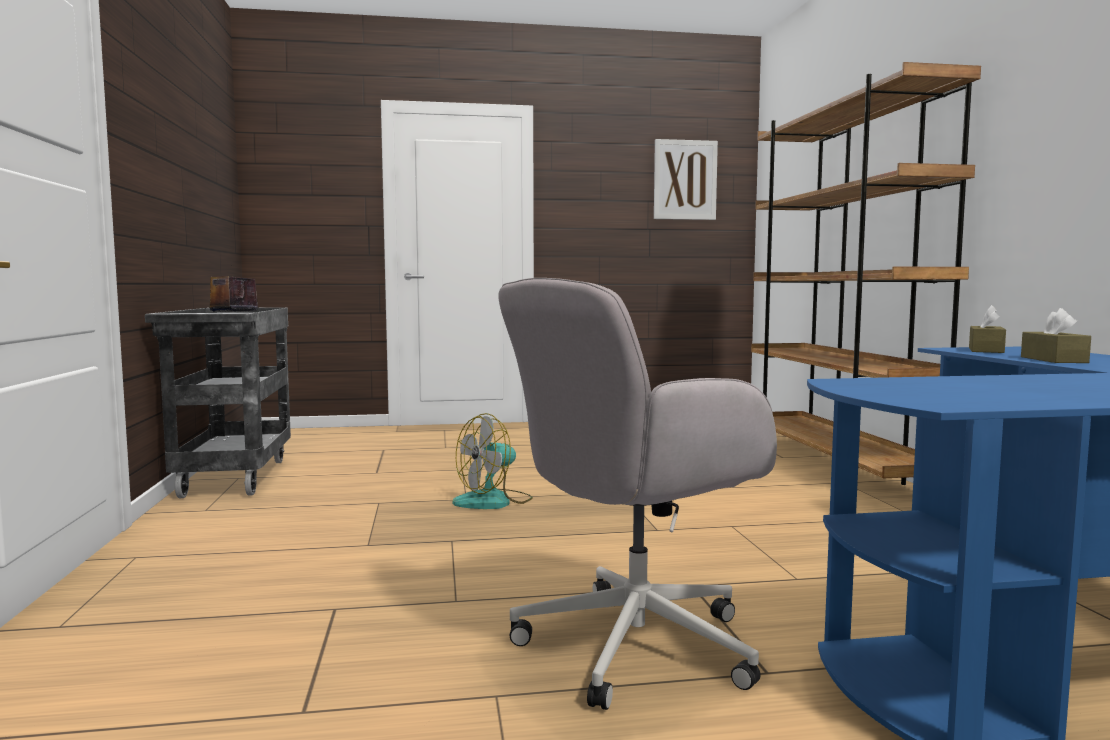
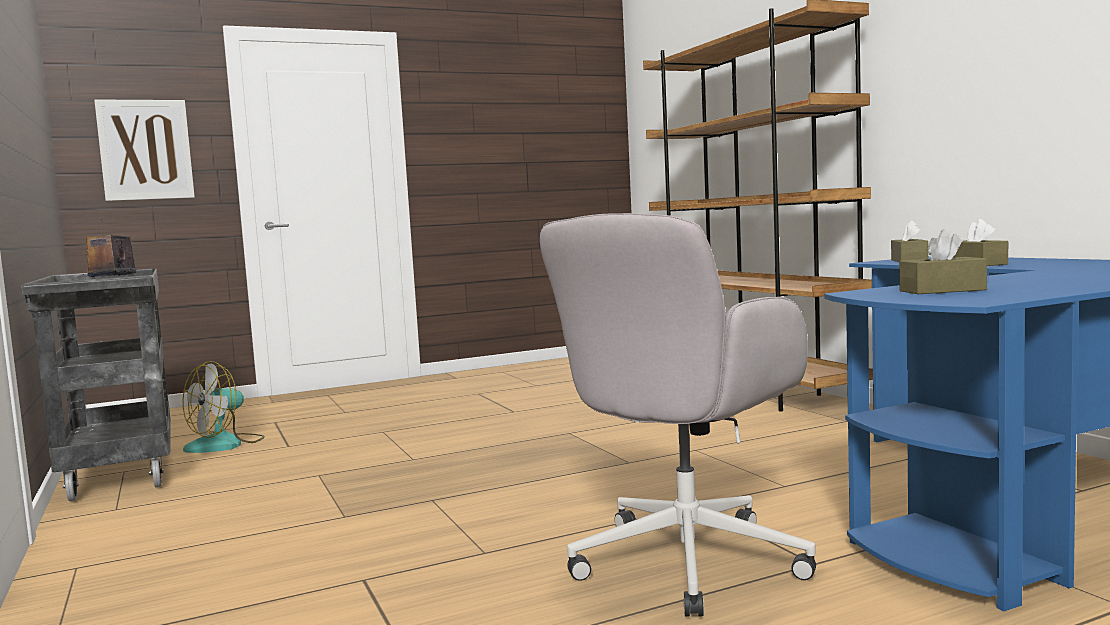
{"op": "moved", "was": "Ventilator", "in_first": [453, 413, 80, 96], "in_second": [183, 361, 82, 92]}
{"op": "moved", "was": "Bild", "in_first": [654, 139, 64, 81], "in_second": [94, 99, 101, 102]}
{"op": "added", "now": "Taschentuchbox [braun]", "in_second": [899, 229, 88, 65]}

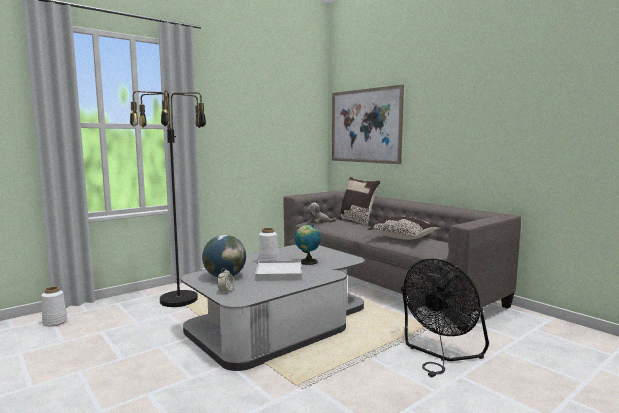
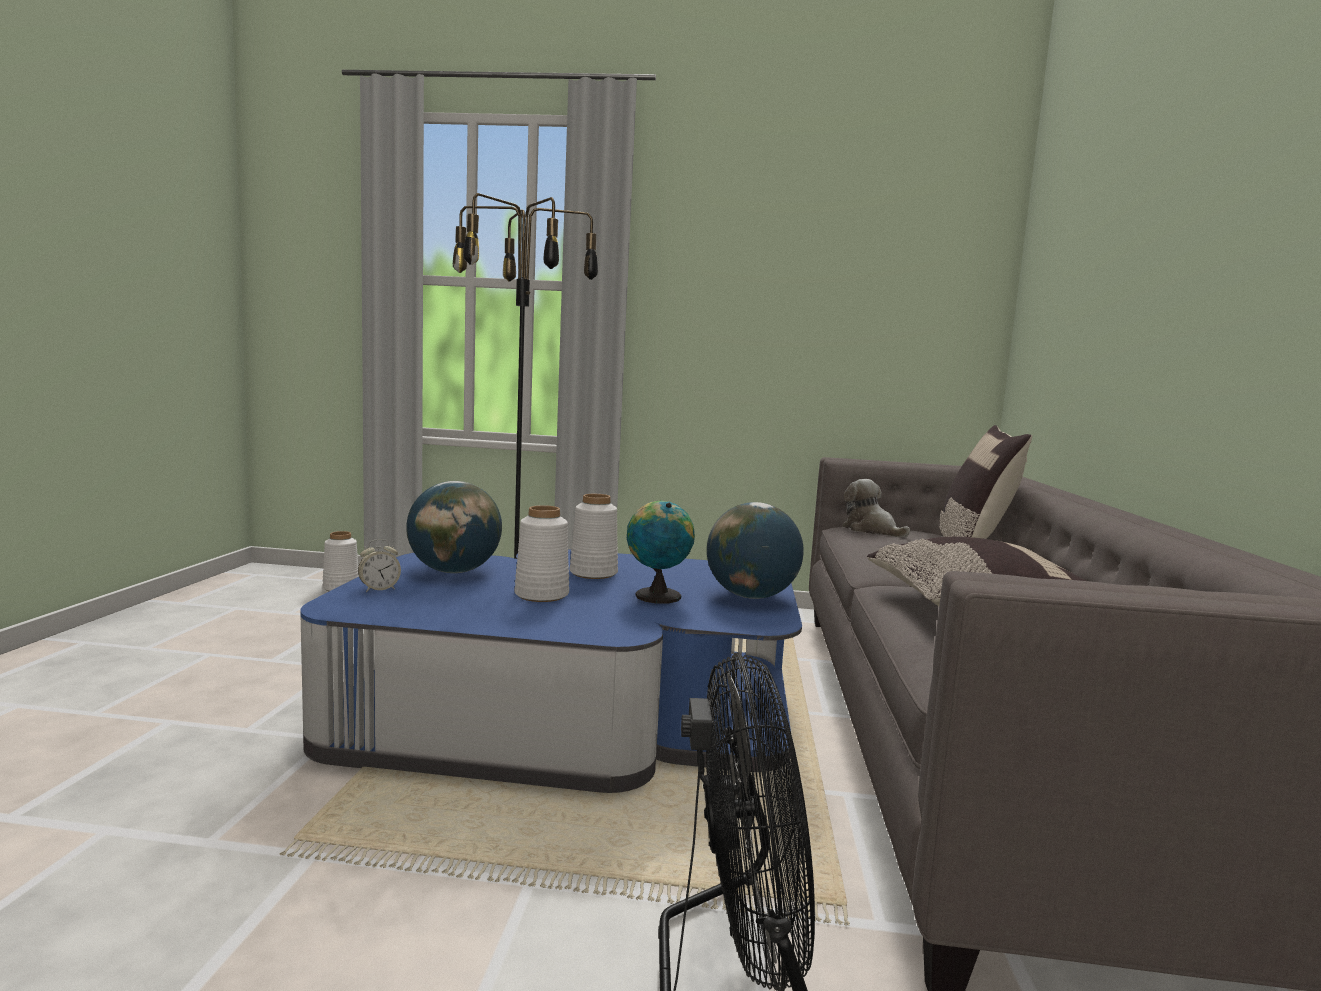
{"op": "recoloured", "was": "Couchtisch [grau]", "now": "Couchtisch [blau]", "in_first": [181, 244, 184, 127], "in_second": [300, 549, 502, 244]}
{"op": "replaced", "was": "Tablett [weiß]", "now": "Vase [weiß]", "in_first": [255, 260, 47, 21], "in_second": [514, 505, 55, 97]}
{"op": "removed", "was": "Bild", "in_first": [332, 84, 72, 80]}
{"op": "added", "now": "Globus", "in_second": [707, 502, 97, 97]}

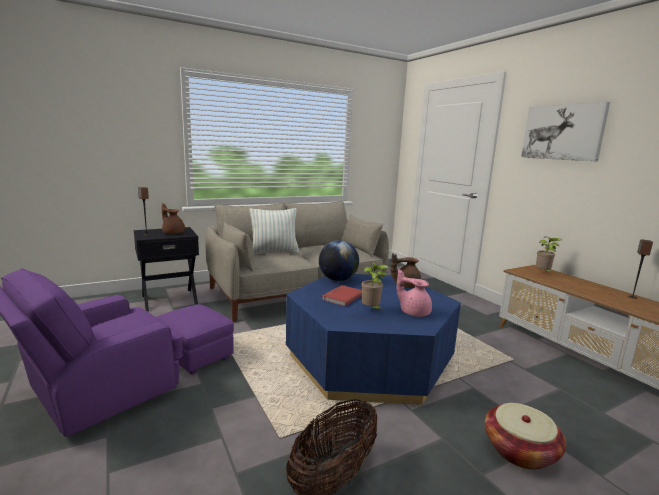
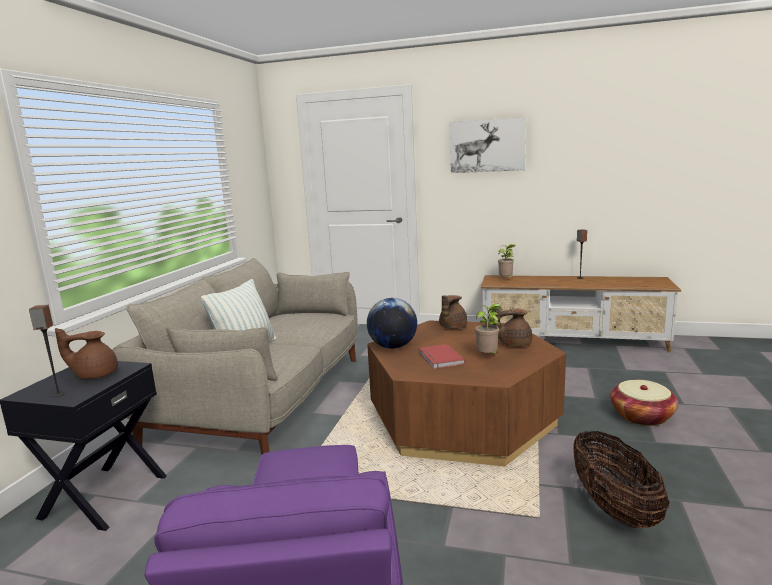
{"op": "recoloured", "was": "Couchtisch [blau]", "now": "Couchtisch [braun]", "in_first": [286, 274, 175, 131], "in_second": [367, 320, 199, 146]}
{"op": "recoloured", "was": "Teekanne [rosa]", "now": "Teekanne [braun]", "in_first": [397, 269, 35, 48], "in_second": [493, 308, 39, 39]}

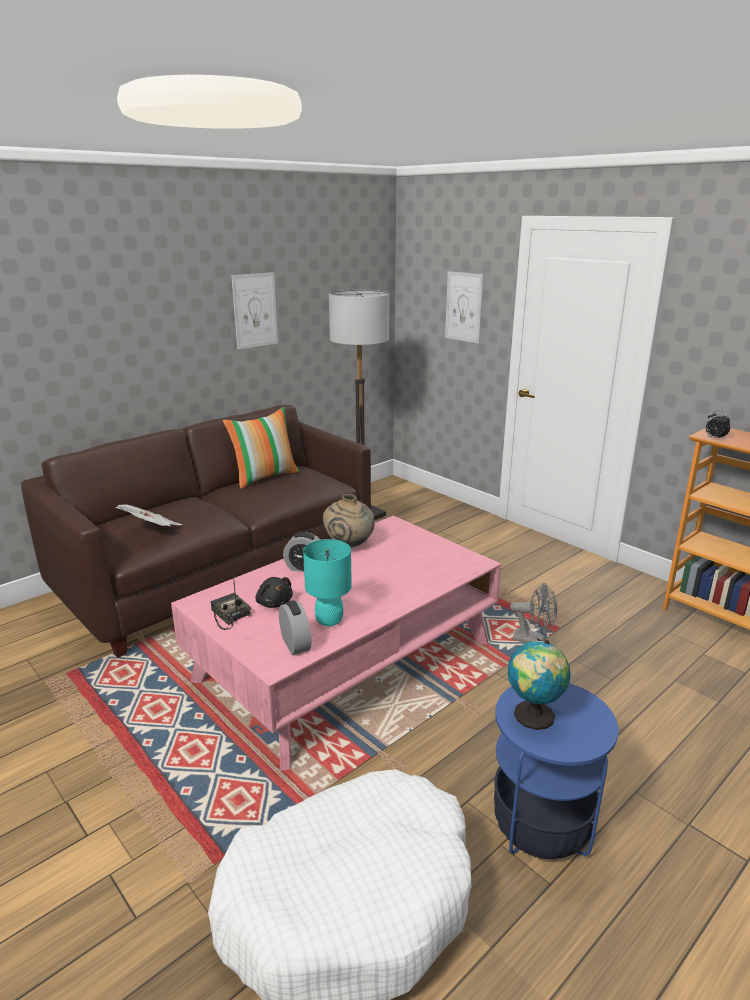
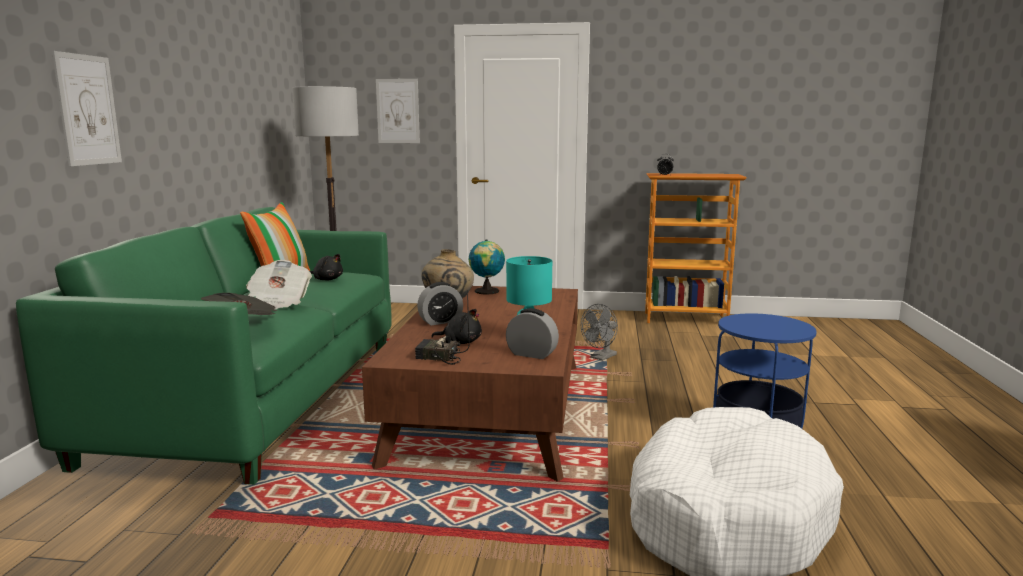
{"op": "recoloured", "was": "Sofa [braun]", "now": "Sofa [grün]", "in_first": [21, 405, 350, 253], "in_second": [16, 207, 376, 278]}
{"op": "recoloured", "was": "Couchtisch [rosa]", "now": "Couchtisch [braun]", "in_first": [171, 515, 330, 256], "in_second": [362, 286, 216, 196]}
{"op": "moved", "was": "Bild", "in_first": [231, 272, 47, 77], "in_second": [52, 51, 70, 115]}
{"op": "moved", "was": "Globus", "in_first": [508, 640, 63, 90], "in_second": [468, 239, 37, 56]}
{"op": "turned", "was": "Ventilator [grau]", "in_first": [510, 583, 47, 60], "in_second": [581, 304, 37, 57], "clockwise": 150}
{"op": "added", "now": "Zeitung", "in_second": [246, 260, 66, 50]}
{"op": "added", "now": "Plüschtier [schwarz]", "in_second": [310, 254, 33, 27]}

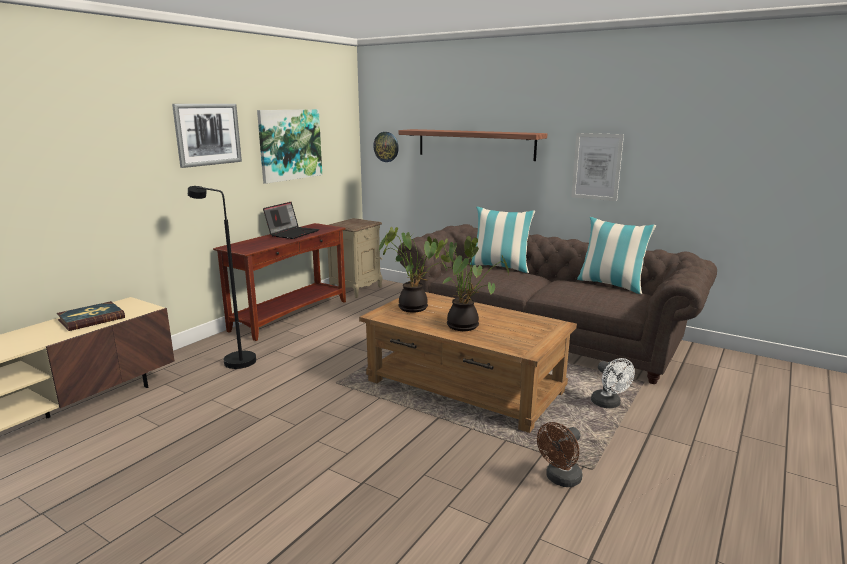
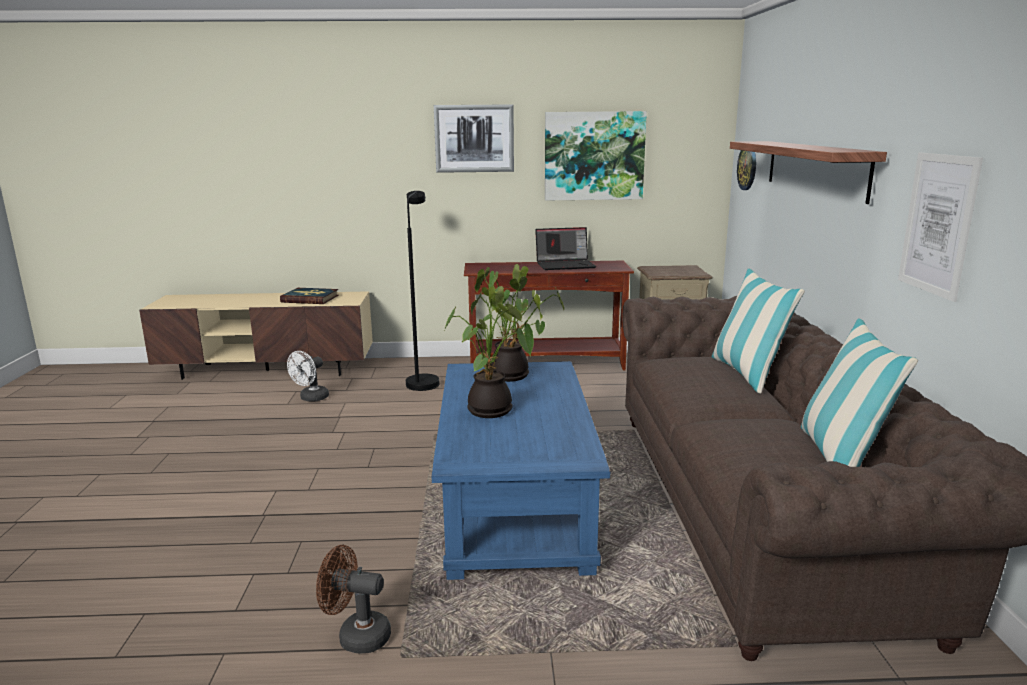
{"op": "recoloured", "was": "Couchtisch [braun]", "now": "Couchtisch [blau]", "in_first": [359, 292, 218, 141], "in_second": [431, 361, 179, 219]}
{"op": "moved", "was": "Ventilator [weiß]", "in_first": [591, 358, 44, 50], "in_second": [287, 351, 42, 51]}

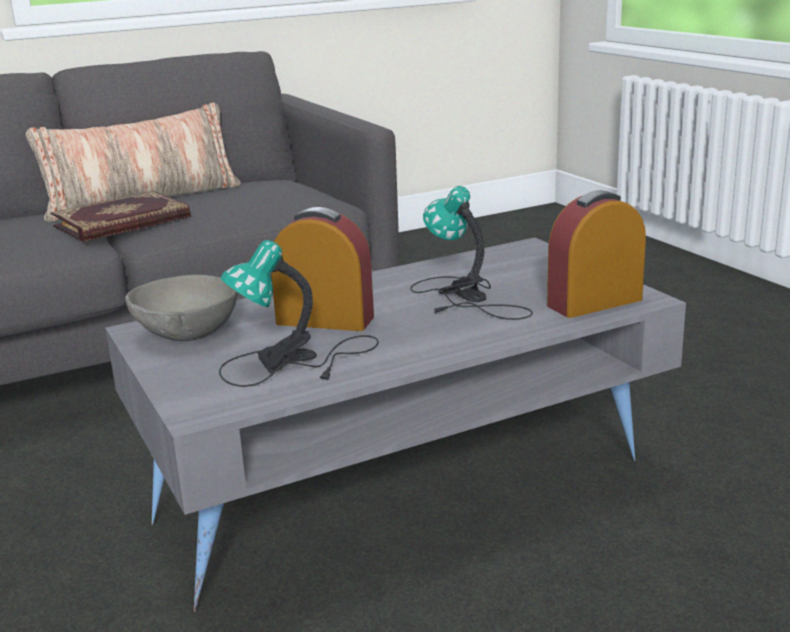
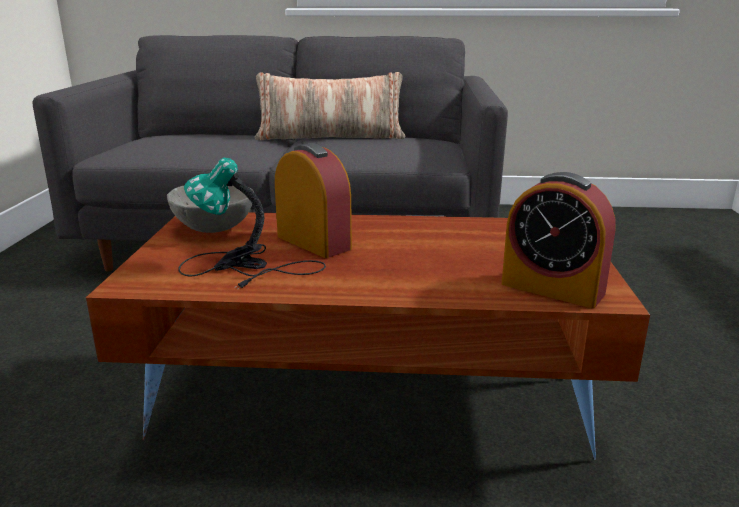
{"op": "removed", "was": "Buch", "in_first": [51, 191, 140, 51]}
{"op": "recoloured", "was": "Couchtisch [grau]", "now": "Couchtisch [braun]", "in_first": [105, 238, 581, 374], "in_second": [86, 212, 564, 248]}
{"op": "removed", "was": "Tischlampe", "in_first": [410, 186, 123, 134]}
{"op": "turned", "was": "Wecker", "in_first": [547, 190, 99, 128], "in_second": [502, 172, 114, 136], "clockwise": -150}

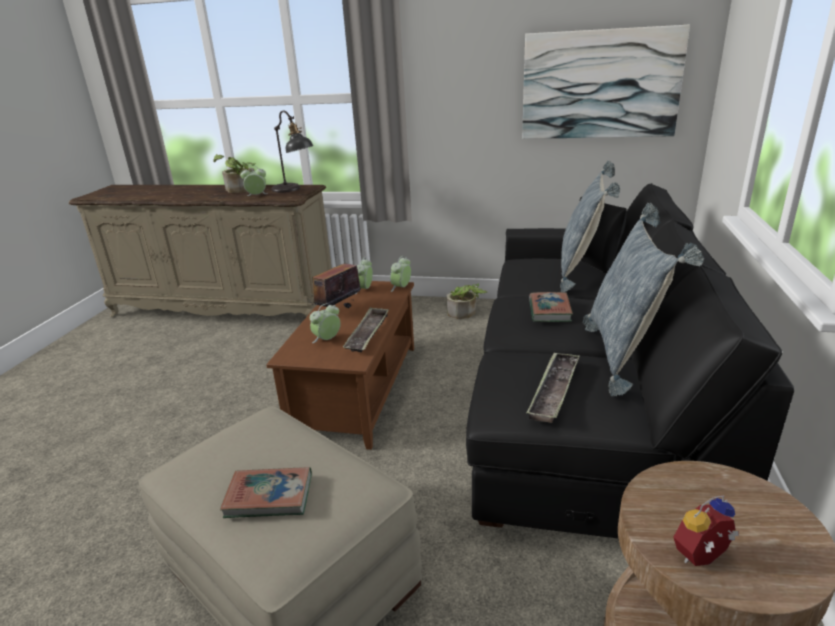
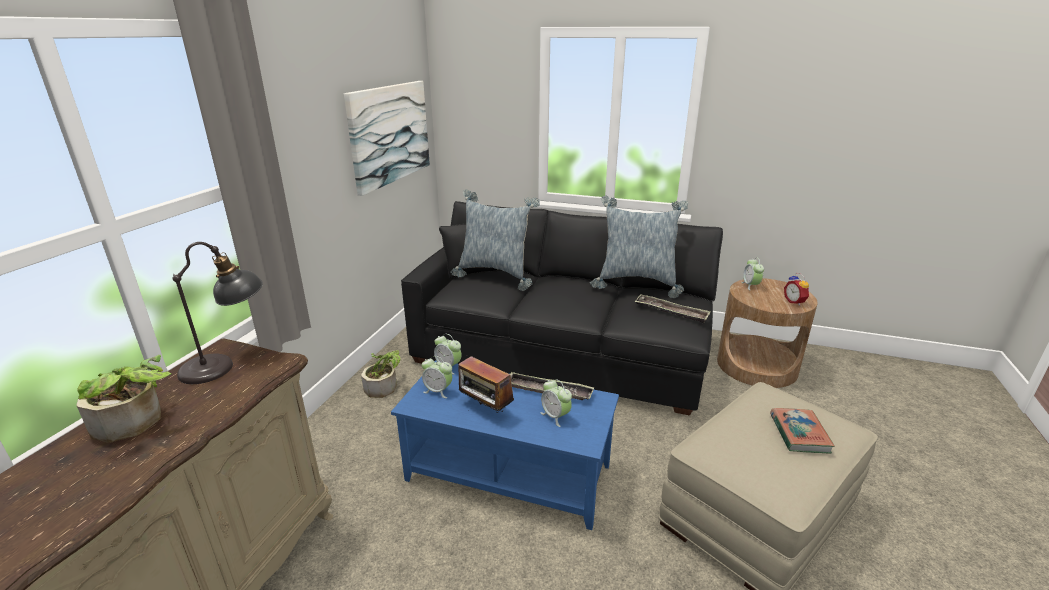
{"op": "moved", "was": "Wecker", "in_first": [240, 165, 28, 31], "in_second": [741, 258, 23, 32]}
{"op": "recoloured", "was": "Couchtisch [braun]", "now": "Couchtisch [blau]", "in_first": [266, 281, 148, 169], "in_second": [391, 361, 228, 169]}
{"op": "removed", "was": "Buch", "in_first": [529, 292, 44, 30]}

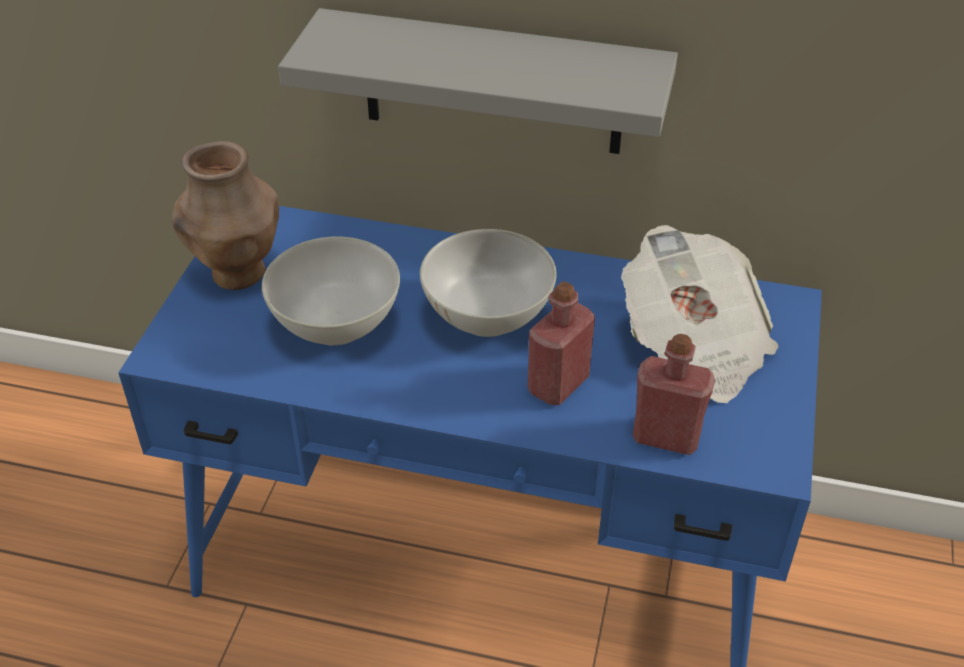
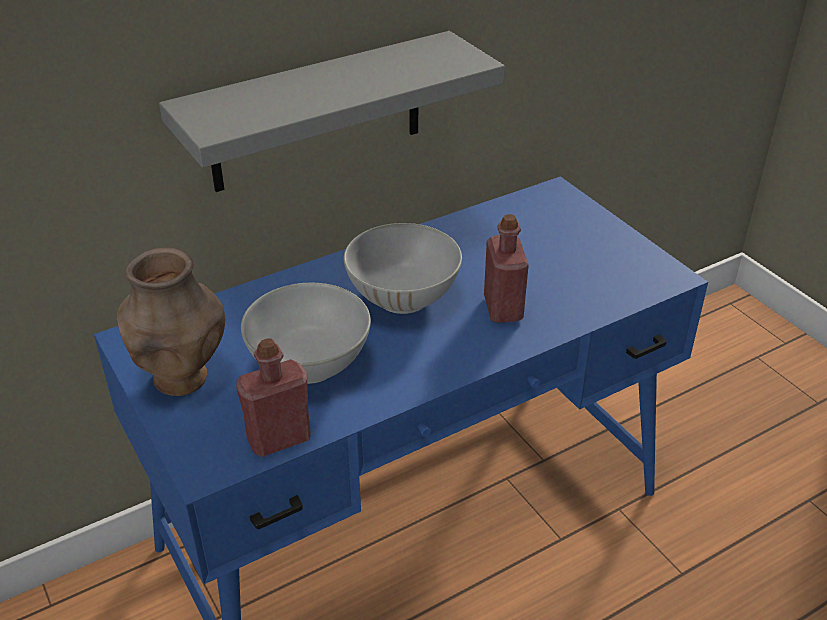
{"op": "removed", "was": "Zeitung", "in_first": [621, 225, 158, 178]}
{"op": "moved", "was": "Flasche [rot]", "in_first": [633, 334, 82, 121], "in_second": [236, 338, 75, 119]}

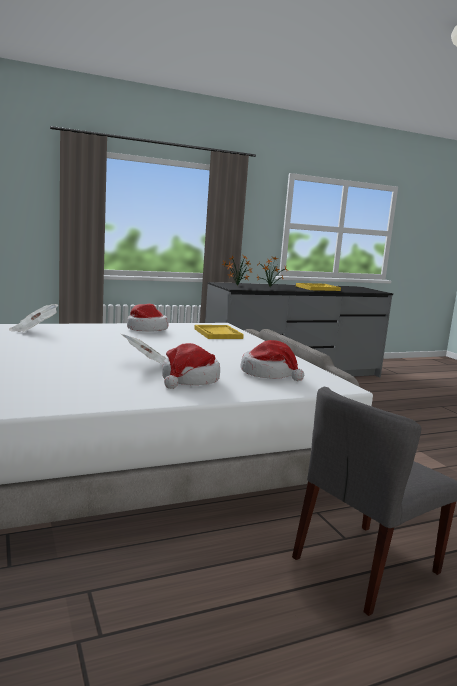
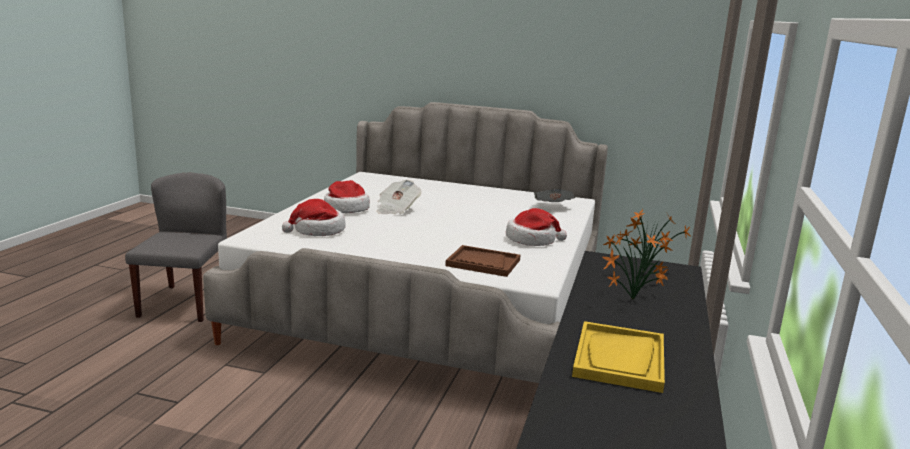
{"op": "recoloured", "was": "Tablett [gelb]", "now": "Tablett [braun]", "in_first": [194, 325, 50, 14], "in_second": [445, 245, 75, 32]}

